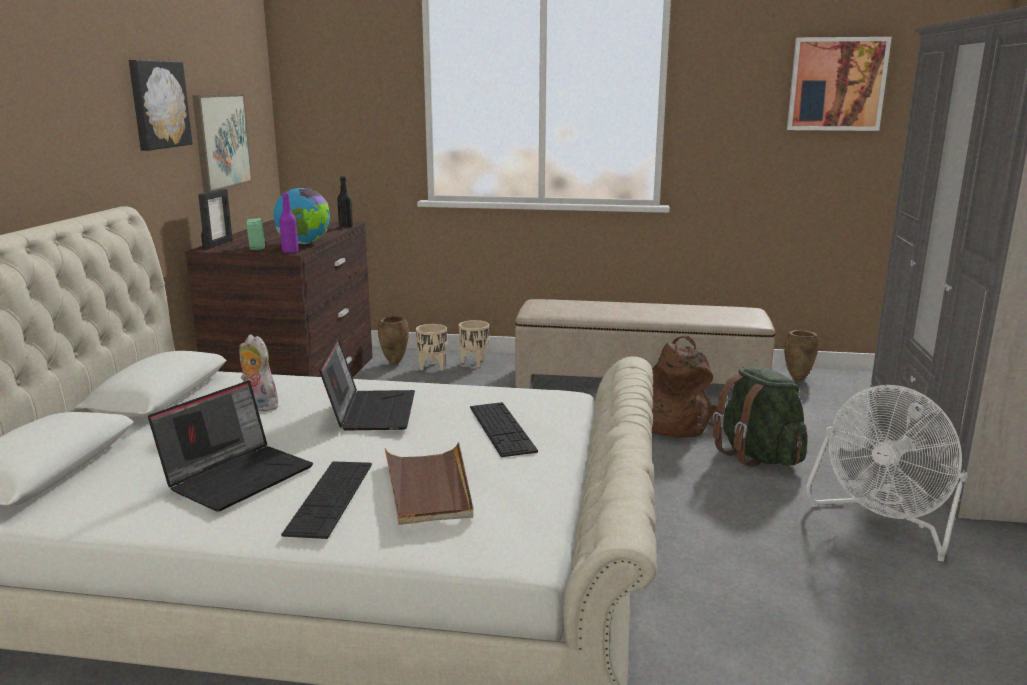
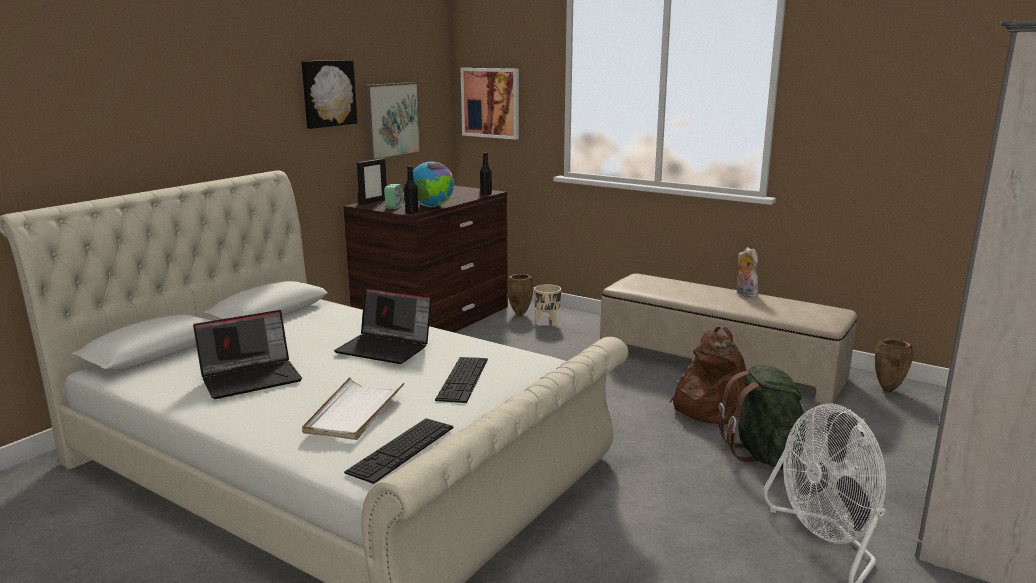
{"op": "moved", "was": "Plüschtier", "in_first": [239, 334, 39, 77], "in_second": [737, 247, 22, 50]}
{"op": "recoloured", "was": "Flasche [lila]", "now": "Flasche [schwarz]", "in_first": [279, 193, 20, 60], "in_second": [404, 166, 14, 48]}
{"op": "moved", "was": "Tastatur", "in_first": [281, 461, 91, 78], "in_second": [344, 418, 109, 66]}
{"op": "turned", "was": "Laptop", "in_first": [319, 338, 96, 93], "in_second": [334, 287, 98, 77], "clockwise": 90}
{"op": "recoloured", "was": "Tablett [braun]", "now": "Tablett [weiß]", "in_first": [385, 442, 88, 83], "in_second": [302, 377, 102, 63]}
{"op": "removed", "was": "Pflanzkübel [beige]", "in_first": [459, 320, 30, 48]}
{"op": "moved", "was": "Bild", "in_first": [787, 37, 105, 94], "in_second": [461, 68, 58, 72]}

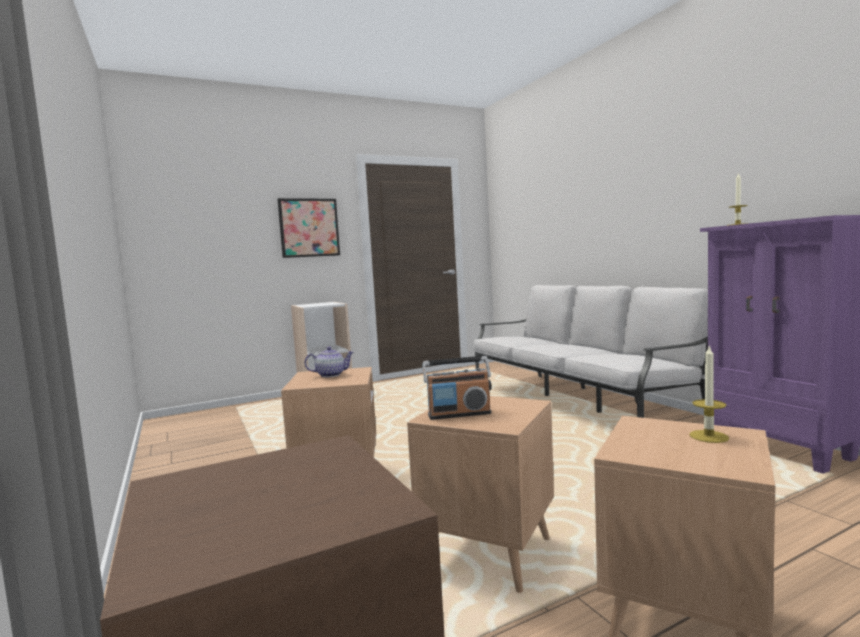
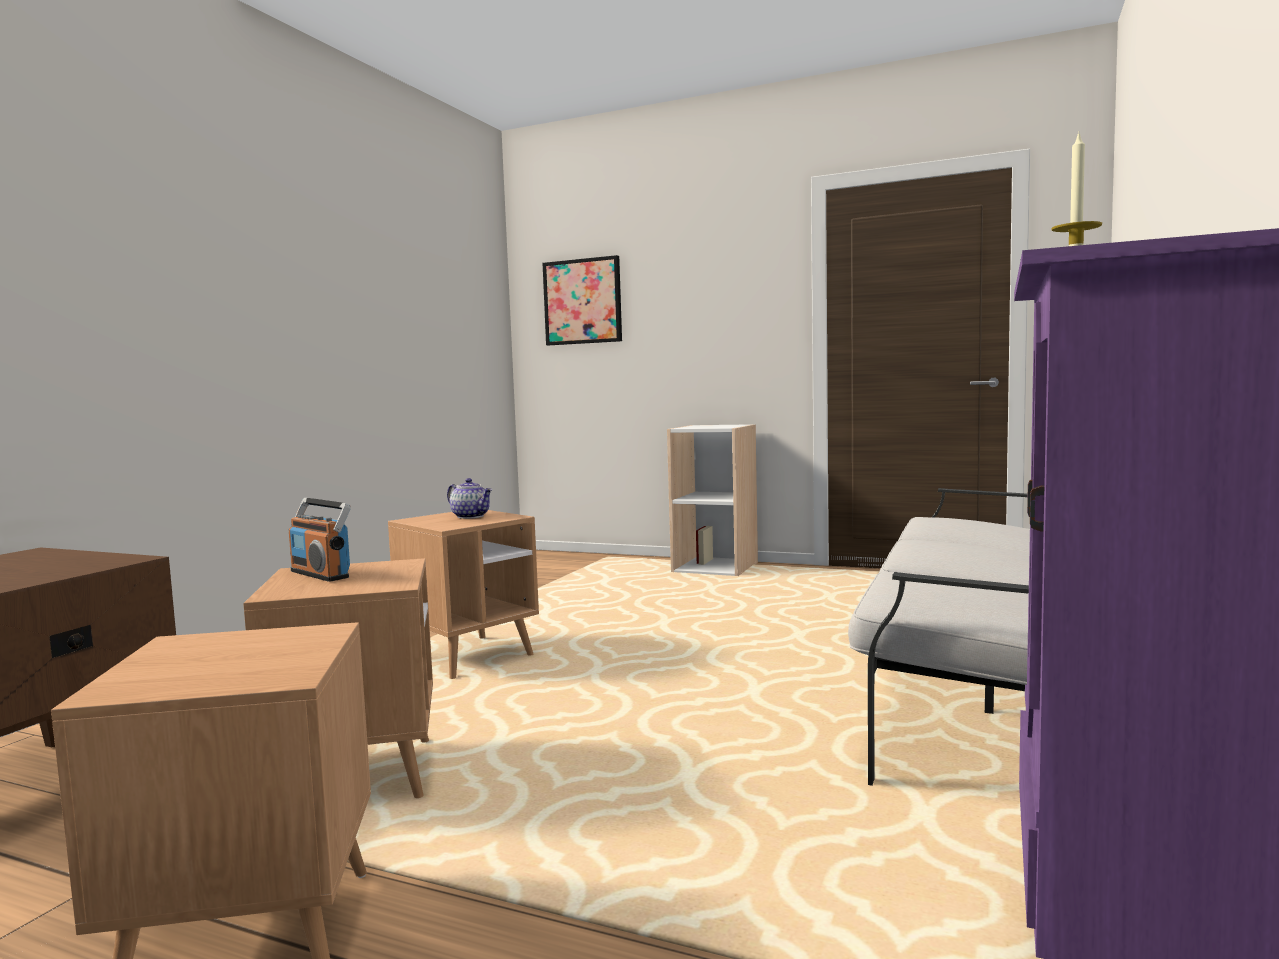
{"op": "moved", "was": "Bild", "in_first": [277, 198, 63, 60], "in_second": [543, 255, 79, 90]}
{"op": "removed", "was": "Kerze", "in_first": [689, 344, 40, 99]}

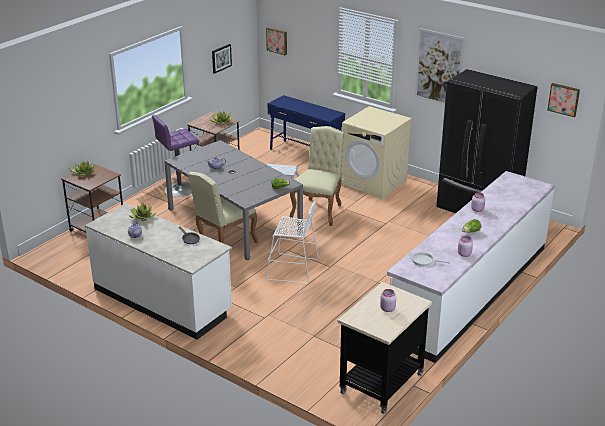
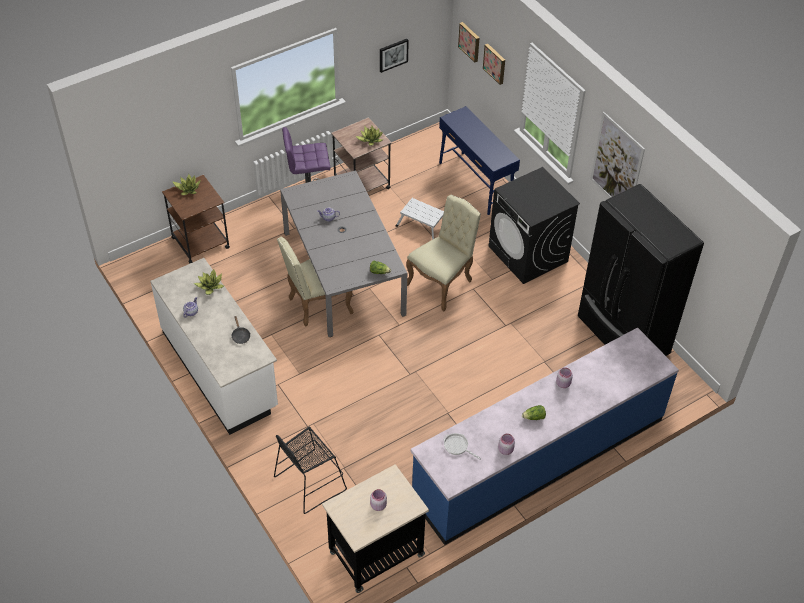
{"op": "removed", "was": "Hocker [weiß]", "in_first": [266, 201, 53, 83]}
{"op": "recoloured", "was": "Waschmaschine [beige]", "now": "Waschmaschine [schwarz]", "in_first": [341, 106, 71, 93], "in_second": [489, 167, 91, 117]}
{"op": "recoloured", "was": "Küchenzeile [weiß]", "now": "Küchenzeile [blau]", "in_first": [387, 171, 168, 192], "in_second": [411, 327, 268, 218]}
{"op": "moved", "was": "Bild", "in_first": [547, 83, 33, 34], "in_second": [483, 44, 22, 41]}
{"op": "added", "now": "Hocker [schwarz]", "in_second": [274, 427, 73, 87]}

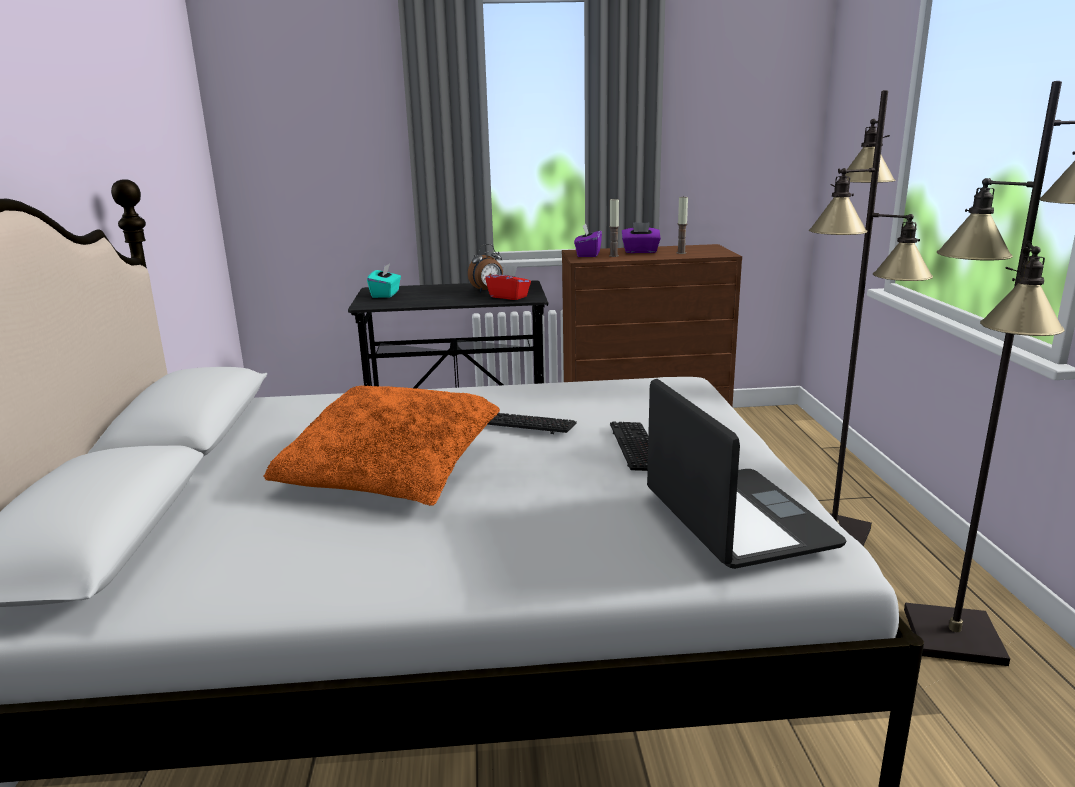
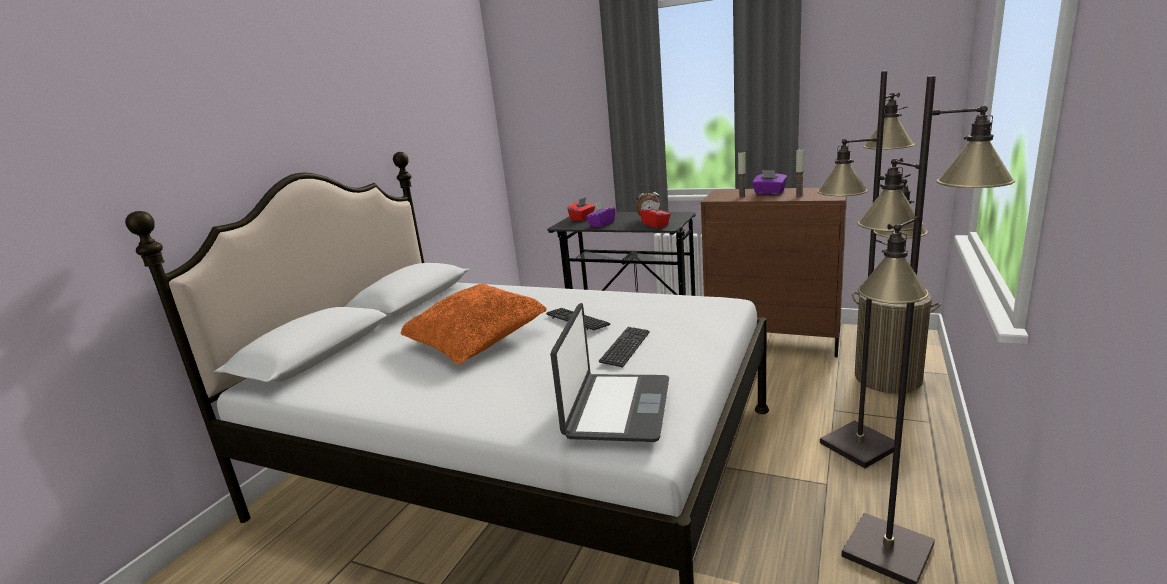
{"op": "recoloured", "was": "Taschentuchbox [türkis]", "now": "Taschentuchbox [rot]", "in_first": [367, 264, 34, 34], "in_second": [567, 198, 28, 23]}
{"op": "moved", "was": "Taschentuchbox [lila]", "in_first": [574, 224, 28, 33], "in_second": [586, 201, 30, 26]}
{"op": "added", "now": "Wäschekorb", "in_second": [852, 292, 89, 101]}

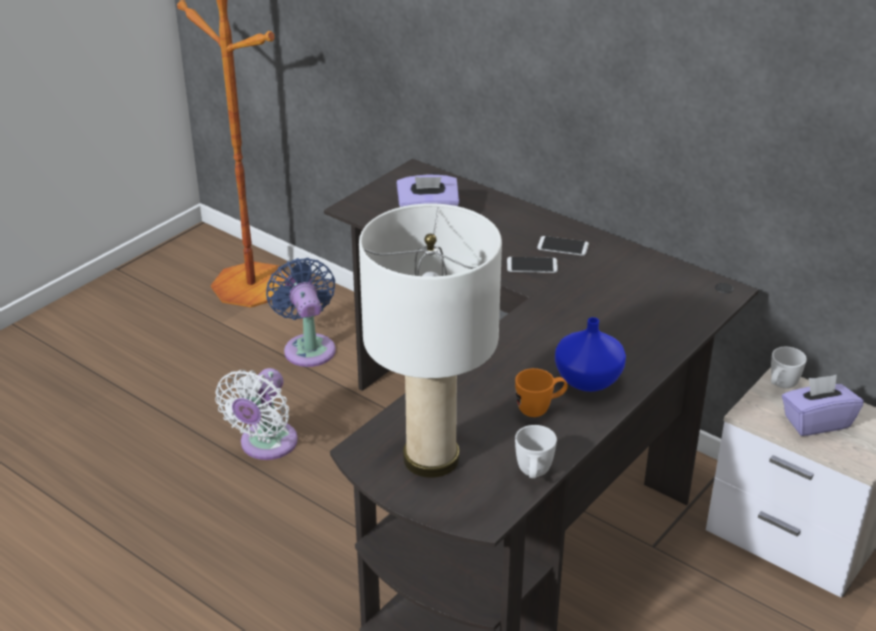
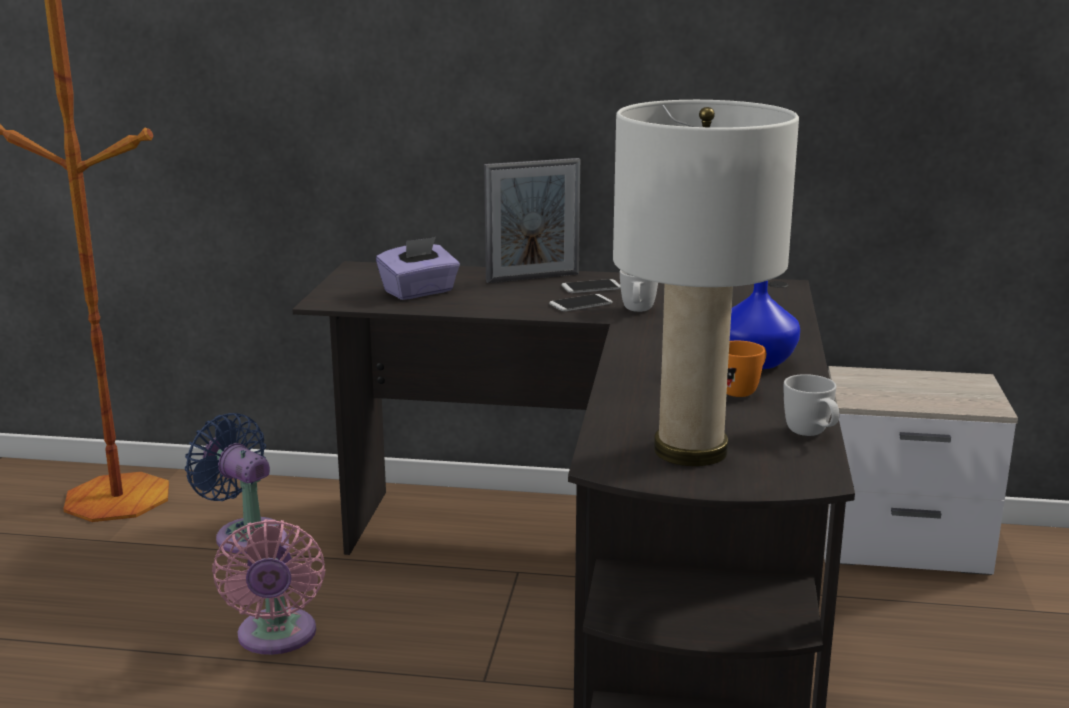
{"op": "recoloured", "was": "Ventilator [weiß]", "now": "Ventilator [rosa]", "in_first": [215, 368, 83, 92], "in_second": [212, 519, 113, 136]}
{"op": "moved", "was": "Henkelbecher [weiß]", "in_first": [771, 347, 36, 42], "in_second": [620, 270, 38, 42]}
{"op": "removed", "was": "Taschentuchbox [lila]", "in_first": [782, 375, 81, 61]}
{"op": "added", "now": "Bilderrahmen", "in_second": [484, 158, 96, 125]}

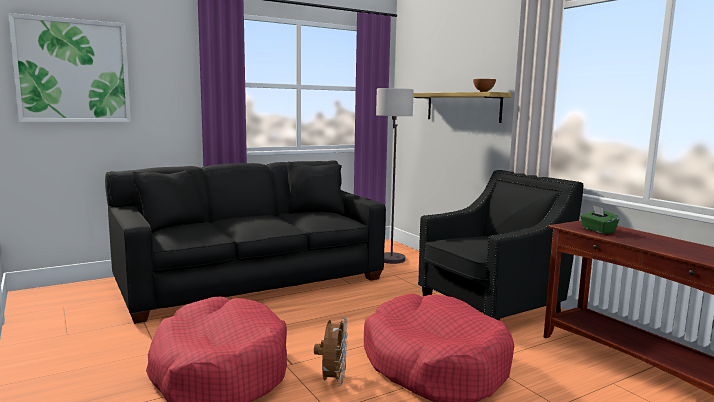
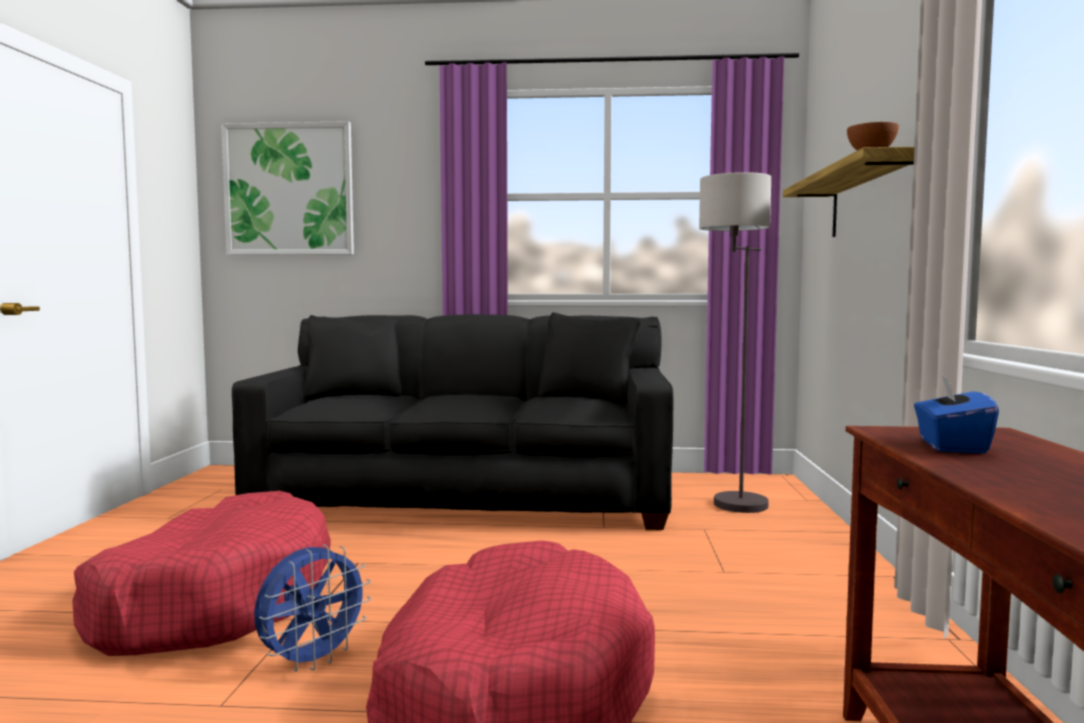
{"op": "recoloured", "was": "Ventilator [braun]", "now": "Ventilator [blau]", "in_first": [314, 317, 34, 69], "in_second": [254, 544, 117, 127]}
{"op": "removed", "was": "Sessel [schwarz]", "in_first": [418, 170, 165, 151]}
{"op": "recoloured", "was": "Taschentuchbox [grün]", "now": "Taschentuchbox [blau]", "in_first": [580, 205, 40, 29], "in_second": [914, 375, 85, 79]}

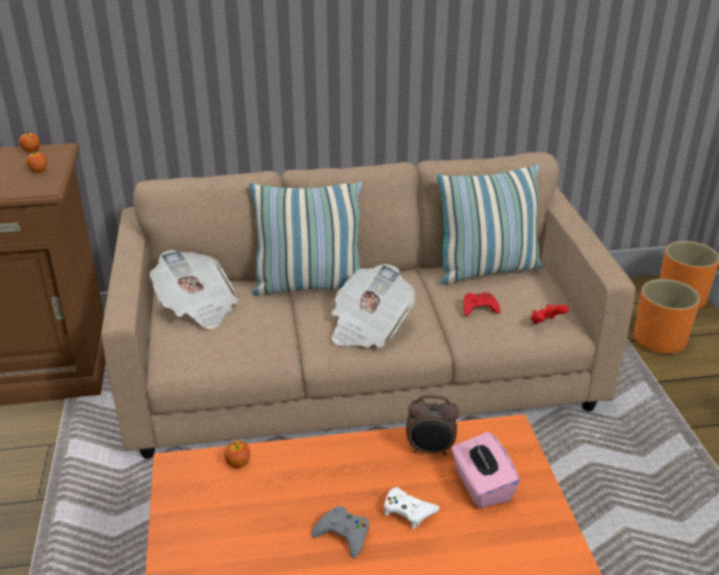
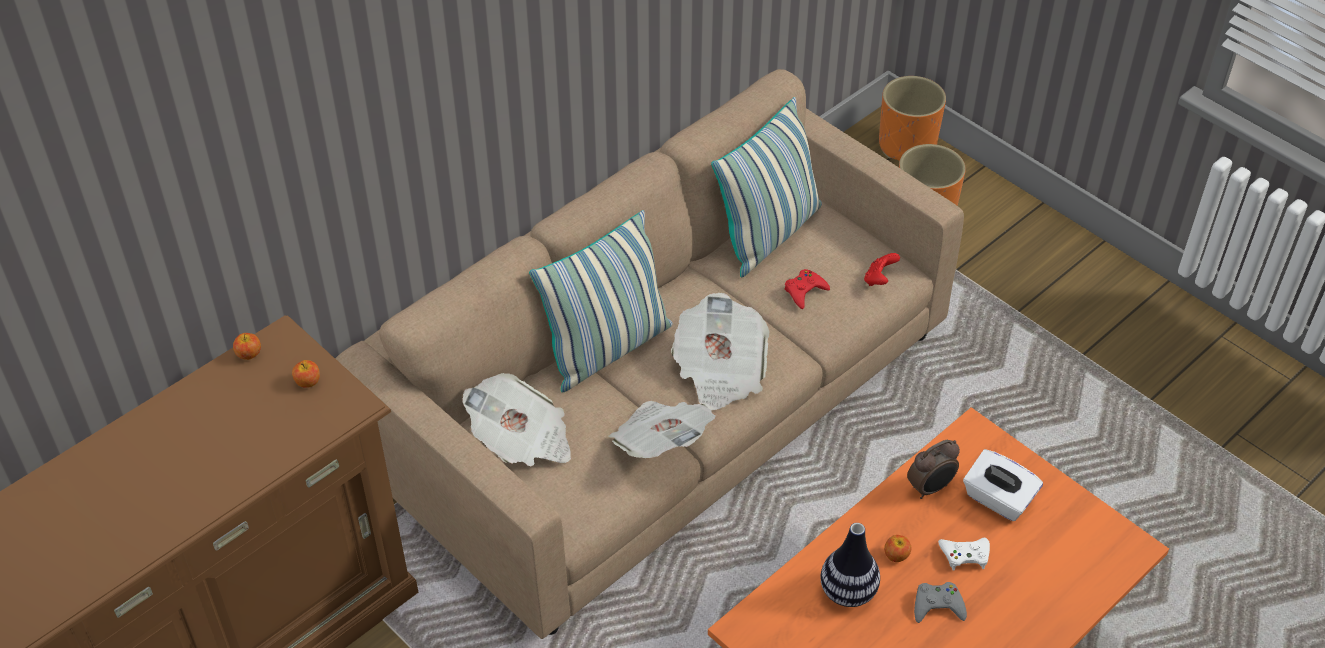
{"op": "moved", "was": "Apfel", "in_first": [224, 440, 26, 28], "in_second": [884, 535, 27, 27]}
{"op": "recoloured", "was": "Taschentuchbox [rosa]", "now": "Taschentuchbox [weiß]", "in_first": [451, 432, 69, 76], "in_second": [963, 449, 80, 72]}
{"op": "added", "now": "Zeitung", "in_second": [609, 401, 107, 57]}
{"op": "added", "now": "Vase", "in_second": [820, 523, 60, 84]}

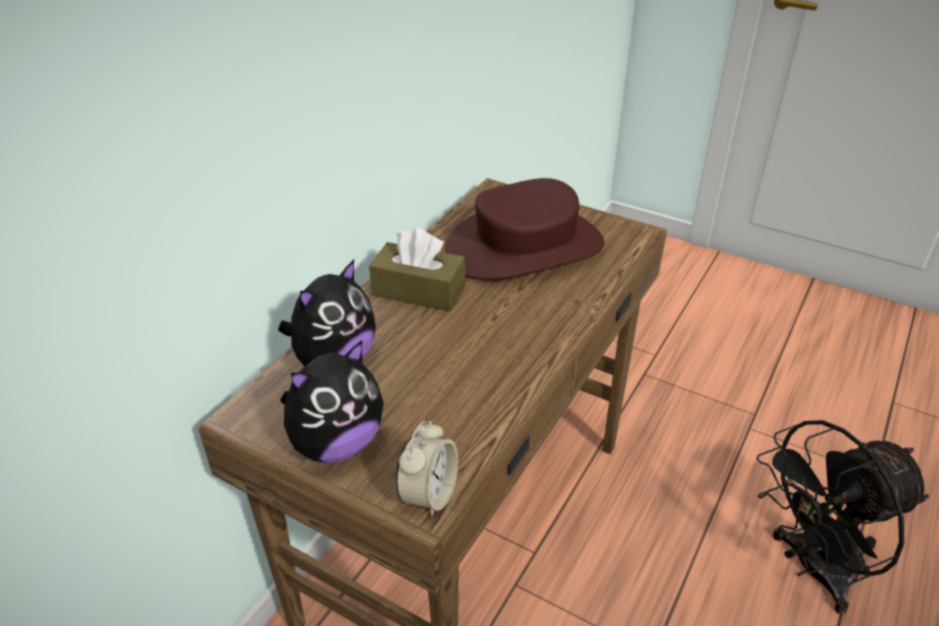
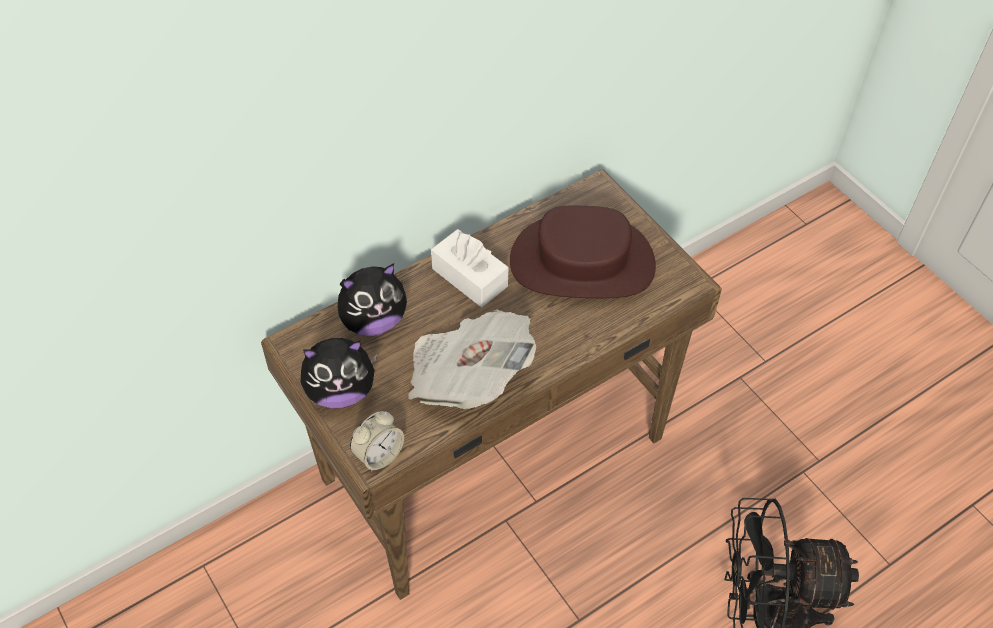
{"op": "recoloured", "was": "Taschentuchbox [braun]", "now": "Taschentuchbox [weiß]", "in_first": [369, 228, 96, 83], "in_second": [431, 229, 77, 78]}
{"op": "added", "now": "Zeitung", "in_second": [408, 310, 128, 99]}

